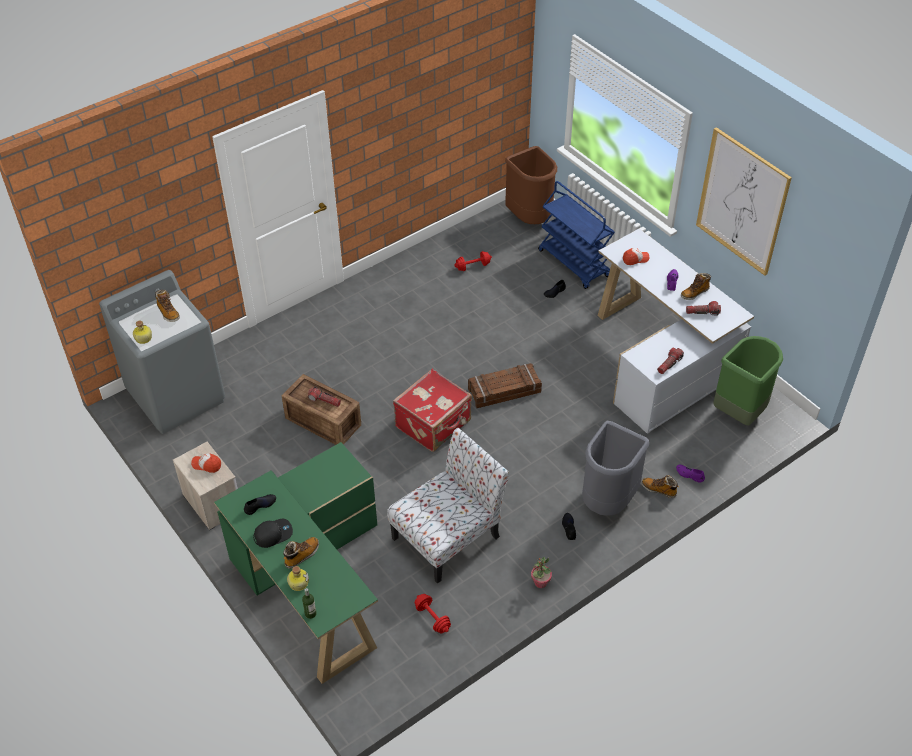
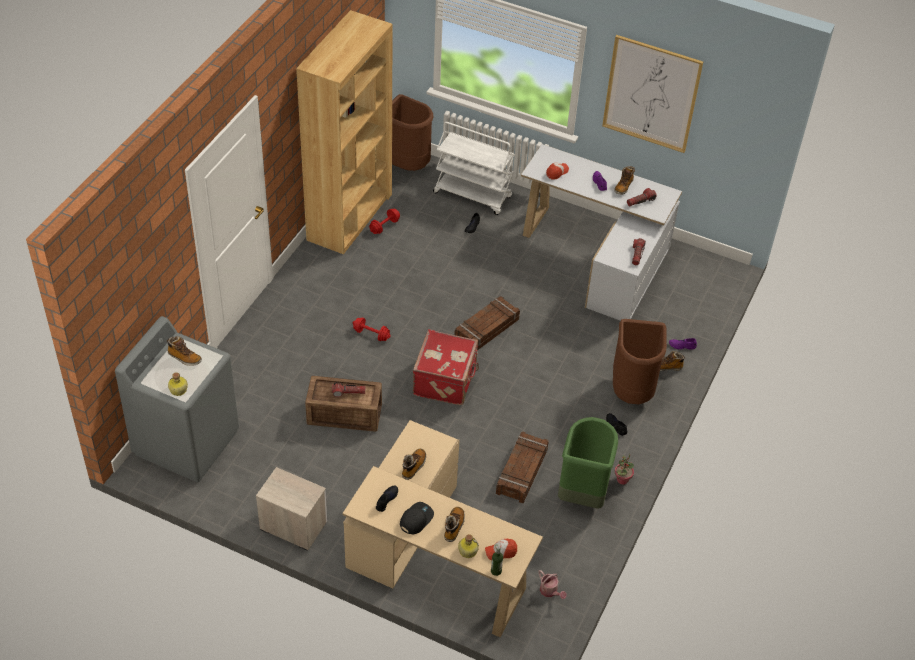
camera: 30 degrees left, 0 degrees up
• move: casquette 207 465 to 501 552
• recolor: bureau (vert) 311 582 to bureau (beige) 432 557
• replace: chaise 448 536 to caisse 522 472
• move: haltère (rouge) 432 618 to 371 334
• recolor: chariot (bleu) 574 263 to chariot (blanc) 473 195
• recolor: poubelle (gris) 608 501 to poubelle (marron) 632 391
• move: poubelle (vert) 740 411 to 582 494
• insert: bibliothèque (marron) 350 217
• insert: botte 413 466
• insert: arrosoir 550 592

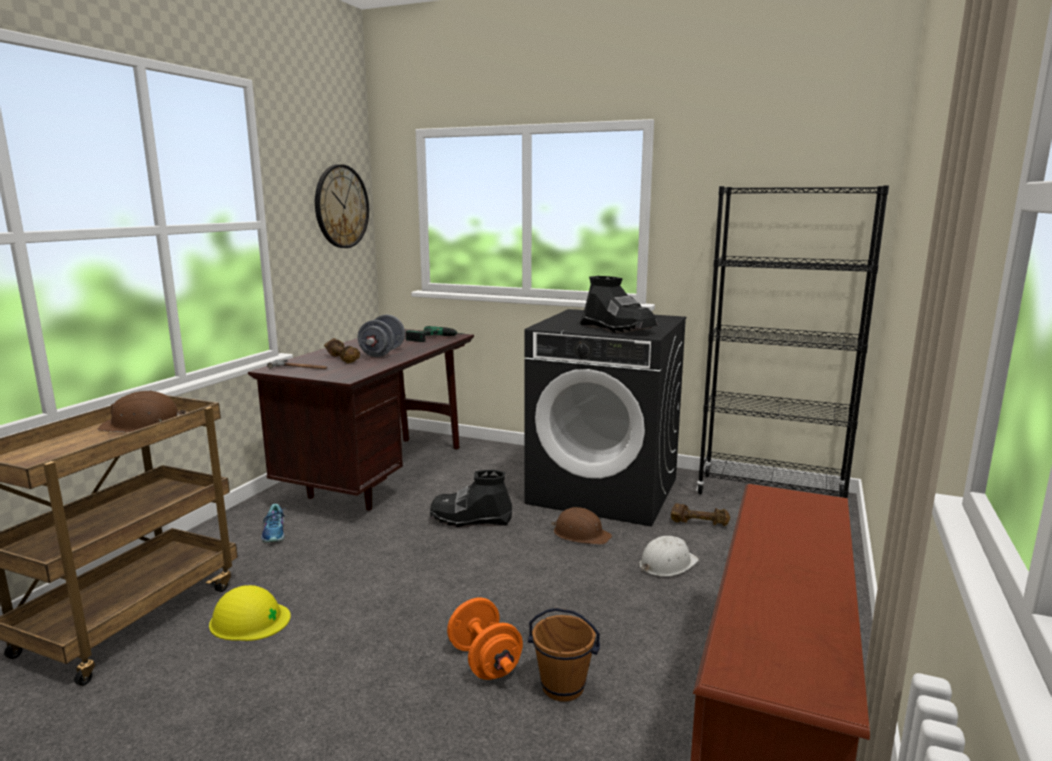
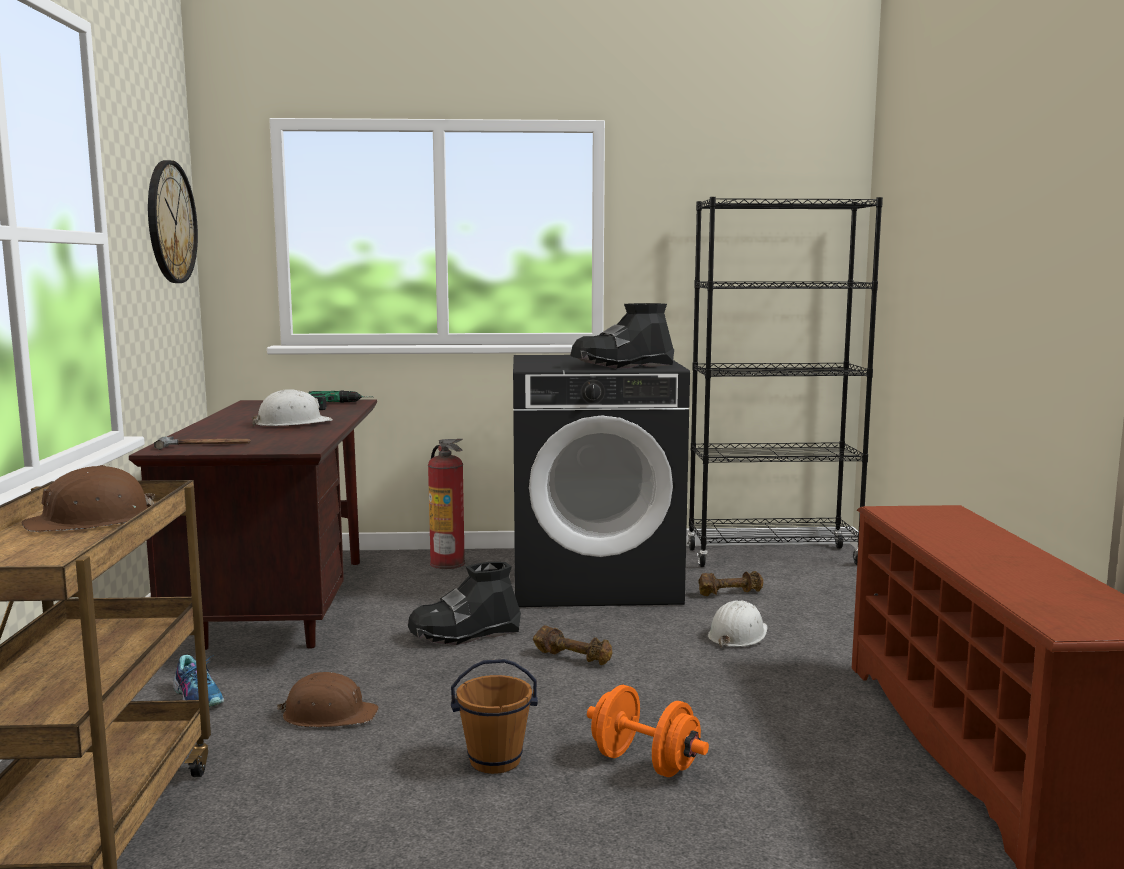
camera: 25 degrees left, 5 degrees down
• delete: casque de chantier (jaune) 249 620
• move: haltère (marron) 343 359 to 573 657
• replace: haltère (gris) 382 353 to casque de chantier (blanc) 292 423
• move: seau (marron) 563 686 to 495 760
• move: casque de chantier (marron) 581 534 to 329 715
• rotate: botte (noir) 618 329 = 622 366 135 degrees clockwise
• insert: extincteur 448 563

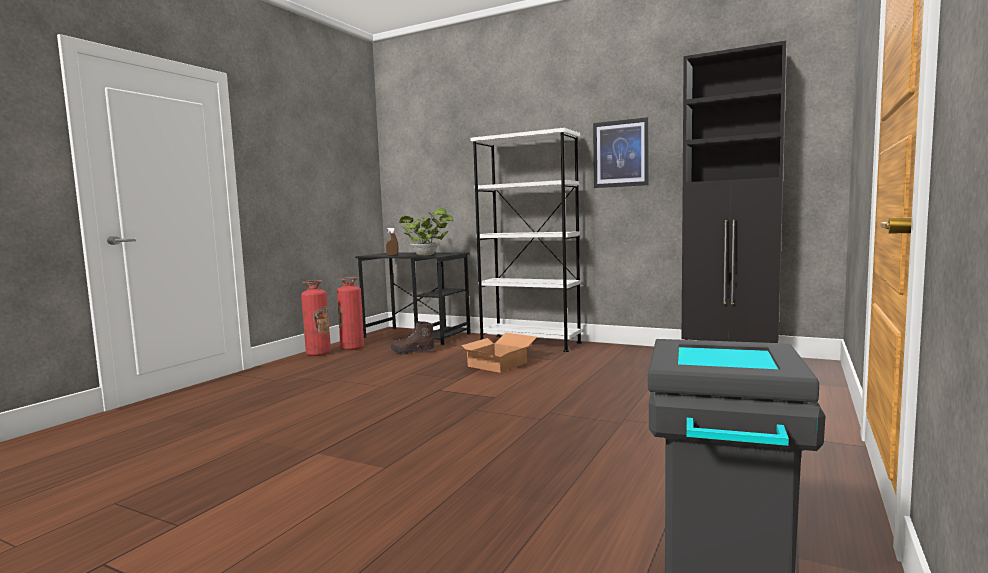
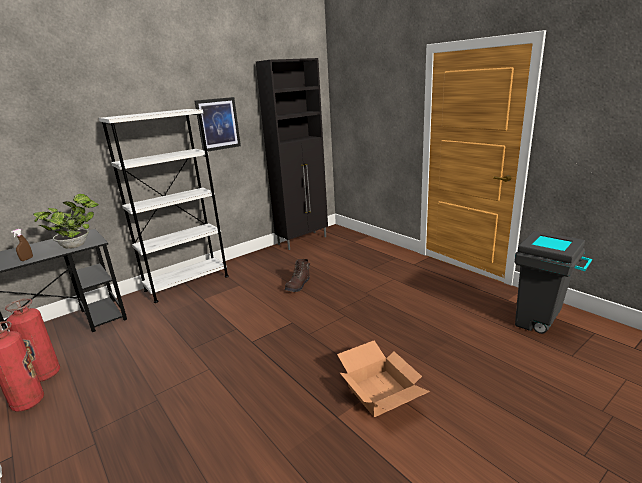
camera: 65 degrees left, 15 degrees up
• move: botte (marron) 412 351 to 298 286
• move: carton 497 365 to 381 392

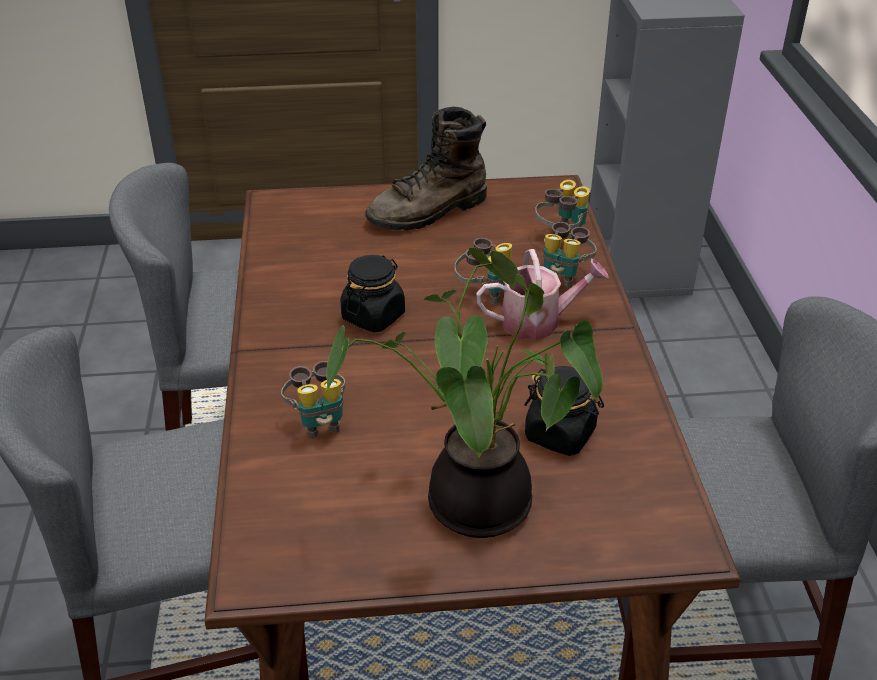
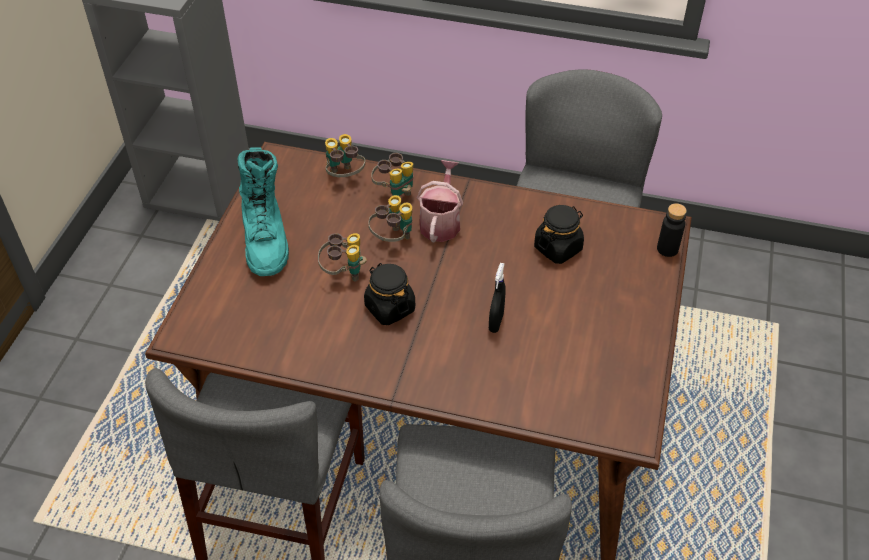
camera: 70 degrees left, 10 degrees up
• move: jumelles 319 422 to 343 273
• delete: plante en pot 470 507
• recolor: botte (marron) 429 212 to botte (turquoise) 266 239
• insert: vaporisateur (noir) 496 322
• insert: bouteille (noir) 667 249

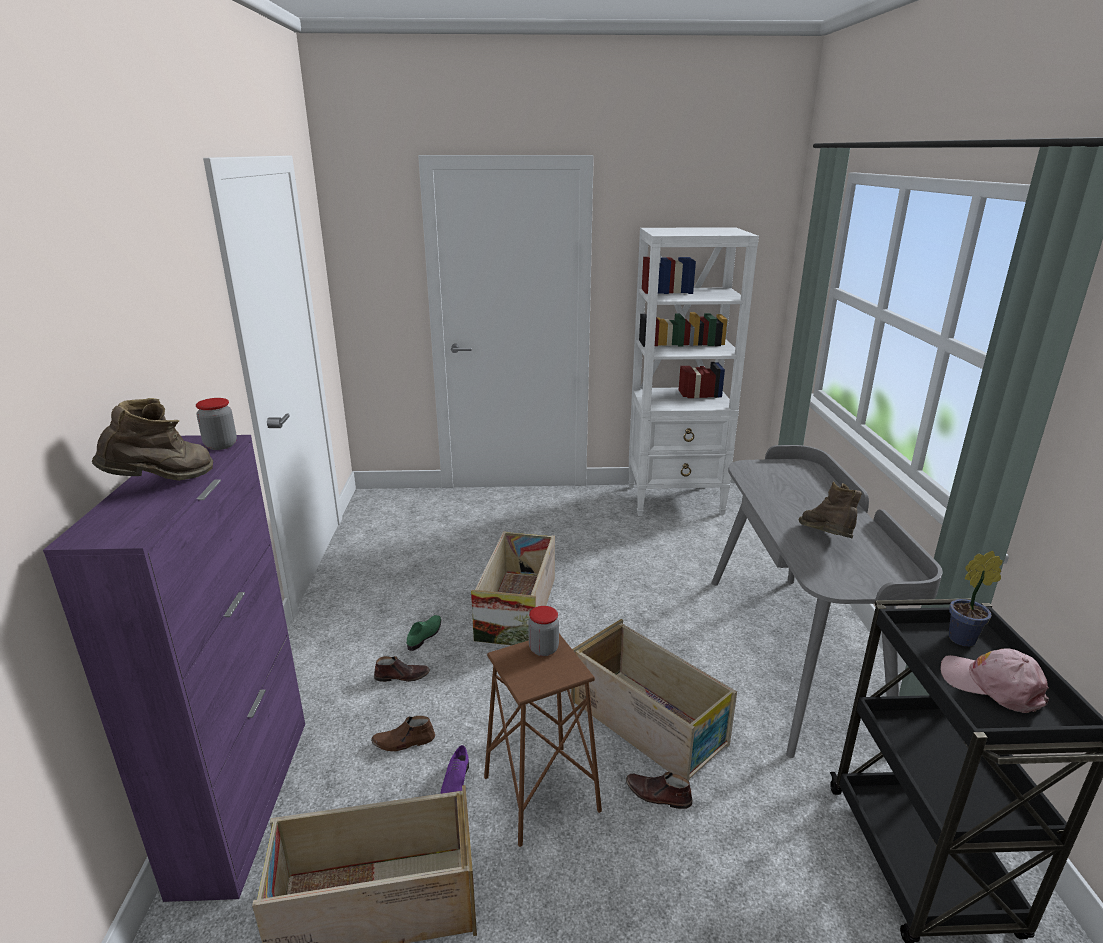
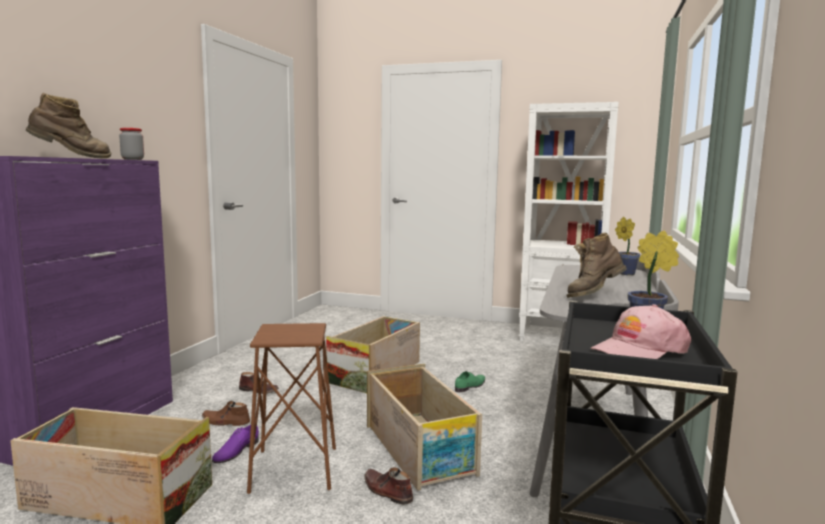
camera: 20 degrees right, 15 degrees down
• move: chaussure (vert) 425 635 to 470 386
• delete: bocal 543 649
• rotate: botte (marron) 826 541 = 593 296 135 degrees counterclockwise
• rotate: casquette (rose) 992 685 = 638 350 90 degrees counterclockwise
• insert: plante en pot 625 273

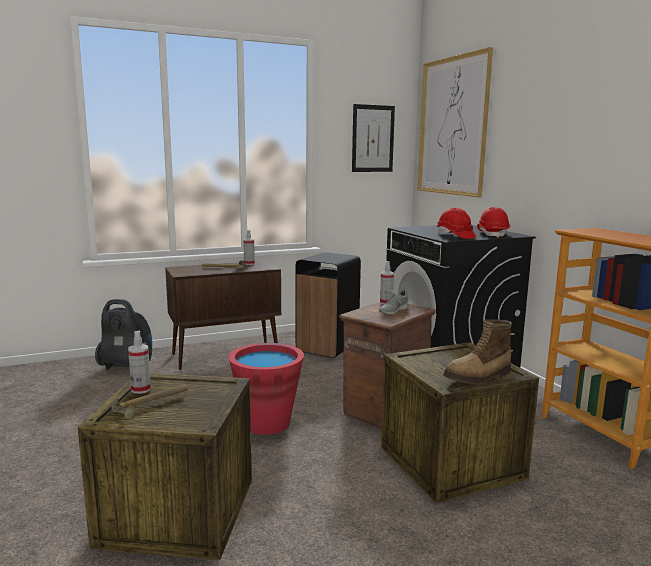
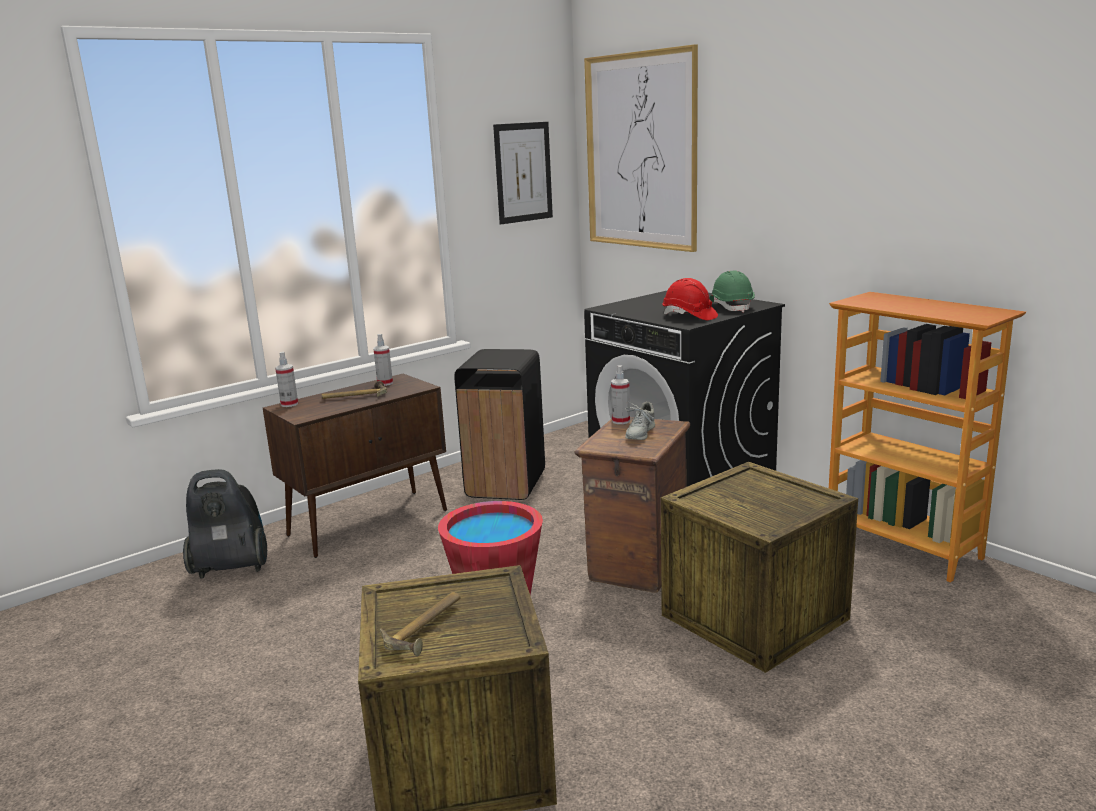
camera: 15 degrees left, 5 degrees up
• move: vaporisateur 141 389 to 289 404
• delete: botte 479 377
• recolor: casque de chantier (rouge) 492 234 to casque de chantier (vert) 731 307

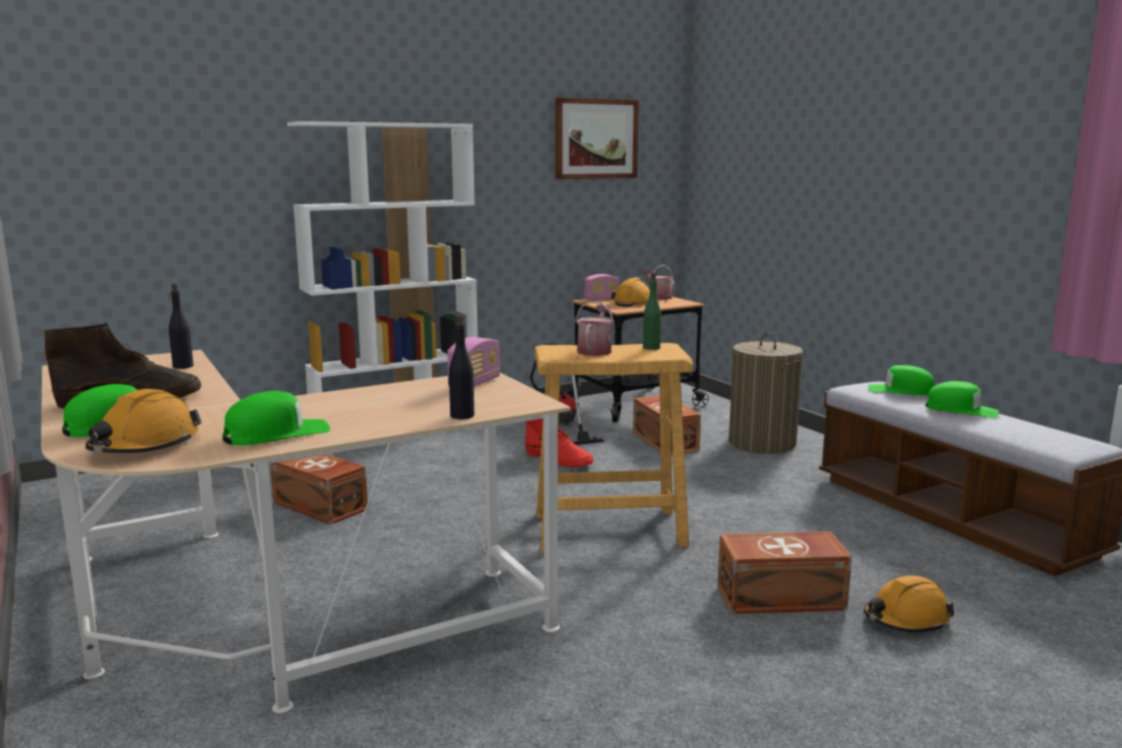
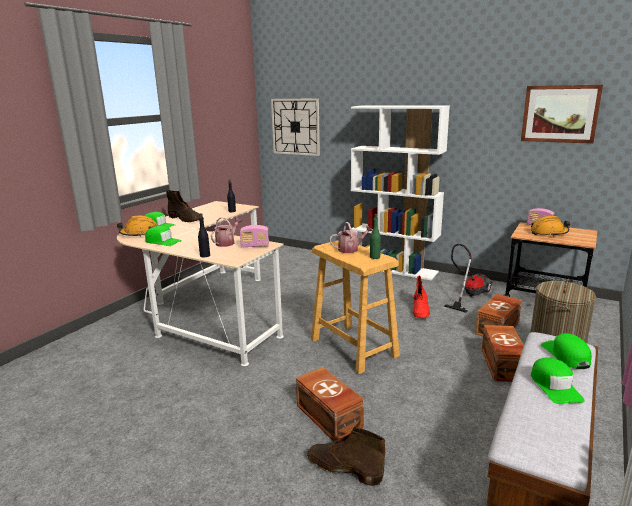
camera: 60 degrees right, 5 degrees up
• move: boîte de rangement (marron) 319 506 to 501 365
• move: arrosoir 659 297 to 227 243
• replace: casque de chantier (orange) 906 619 to botte (marron) 343 468
• insert: horloge murale 295 126

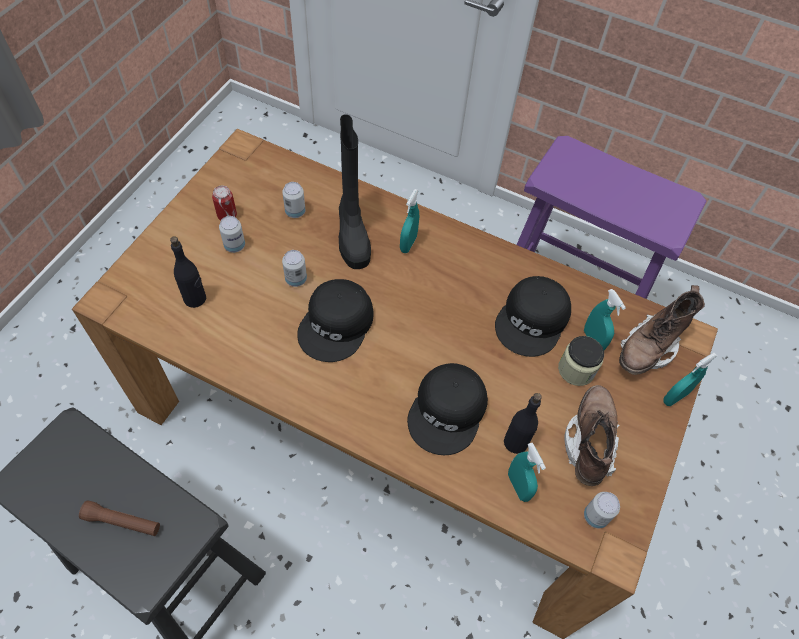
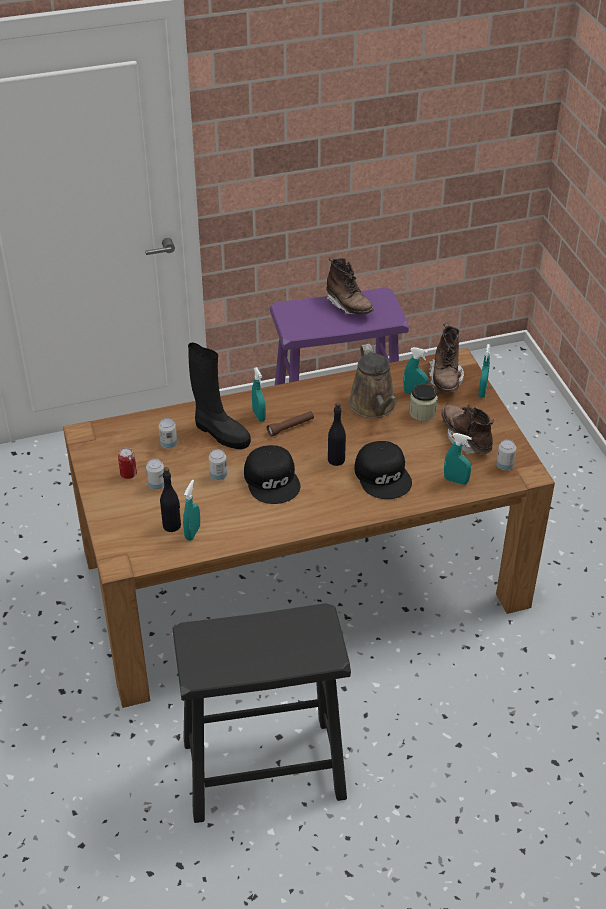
camera: 40 degrees left, 15 degrees down
• move: lampe de poche (marron) 122 522 to 290 427
• replace: casquette (noir) 533 321 to arrosoir (marron) 374 406
• move: bouteille (noir) 516 442 to 336 460
• insert: vaporisateur (turquoise) 192 533
• insert: botte (marron) 348 306

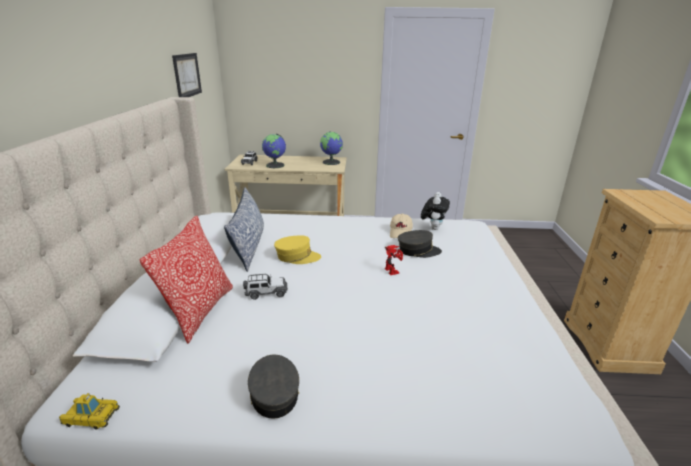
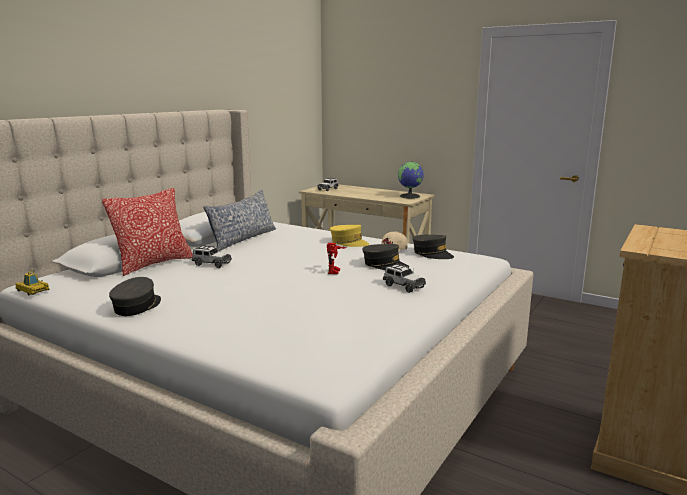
camera: 30 degrees right, 10 degrees down
• delete: tableau 187 75
• delete: globe 275 165
• move: casquette (jaune) 297 257 to 349 242
• replace: peluche 433 228 to casquette (gris) 432 254
• insert: petite voiture 403 286

